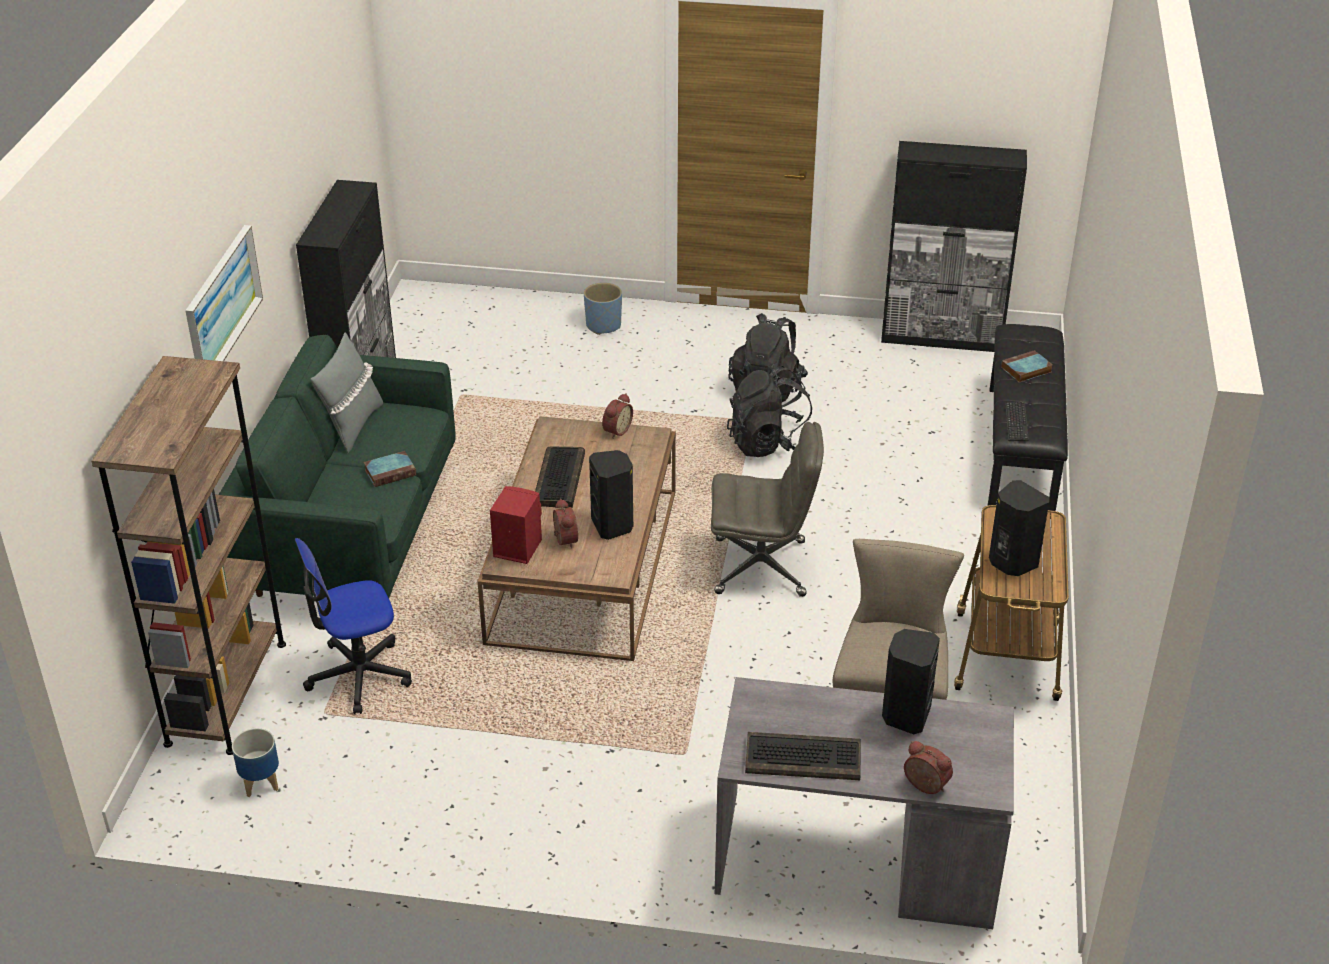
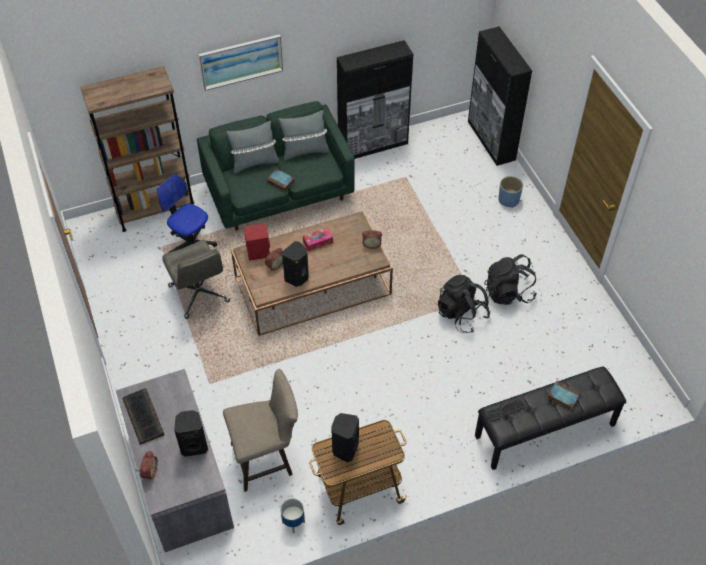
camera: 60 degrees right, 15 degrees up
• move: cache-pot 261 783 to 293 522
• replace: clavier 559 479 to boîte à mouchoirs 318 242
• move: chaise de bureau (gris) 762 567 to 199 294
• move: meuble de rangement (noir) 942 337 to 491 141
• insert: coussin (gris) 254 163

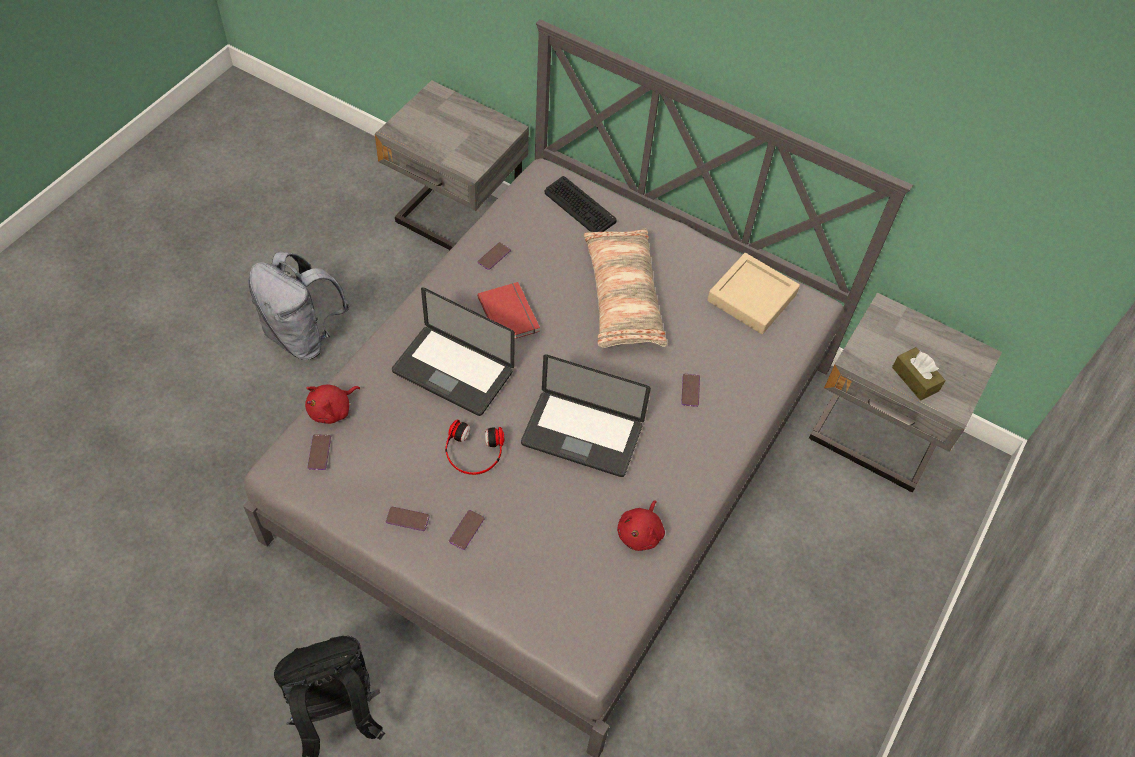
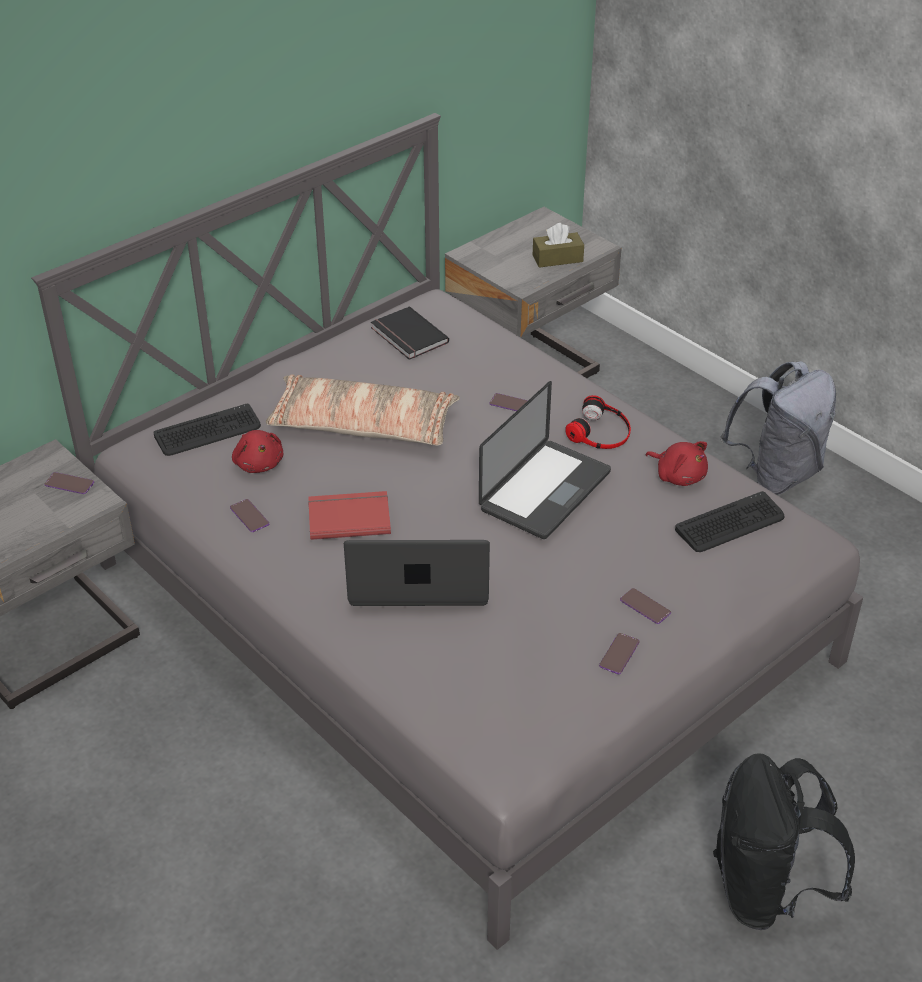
camera: 70 degrees left, 15 degrees down
• move: sac à dos (gris) 304 336 to 775 474
• move: peluche (rouge) 332 410 to 258 463
• move: téléphone 319 452 to 69 484
• rotate: ordinateur portable 453 371 = 419 579 135 degrees counterclockwise
• move: casque audio 473 452 to 600 432
• replace: plateau (beige) 751 297 to livre (noir) 407 336
• insert: clavier 730 524

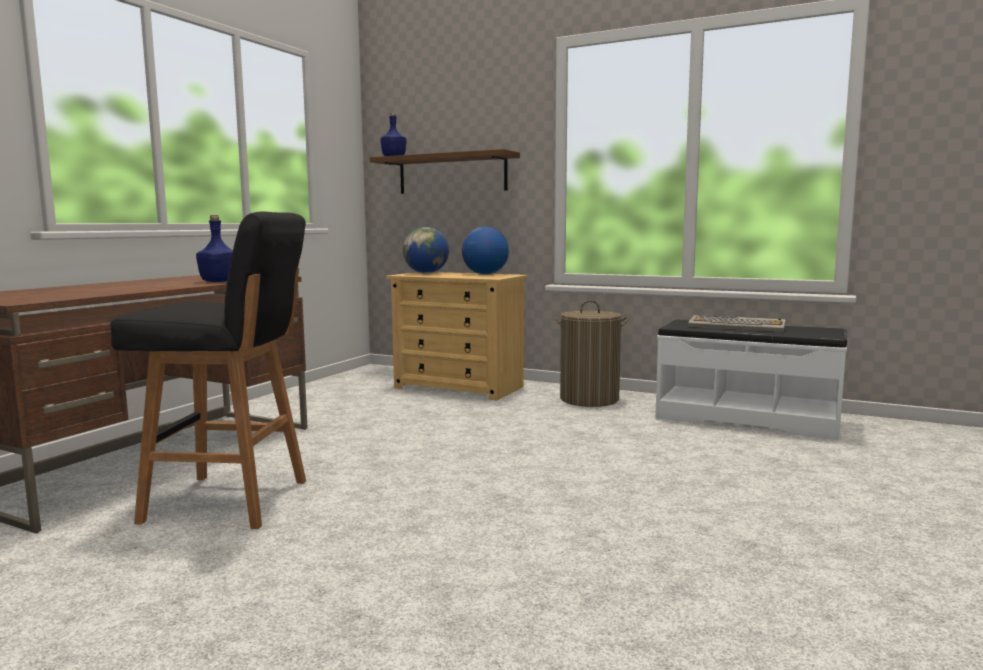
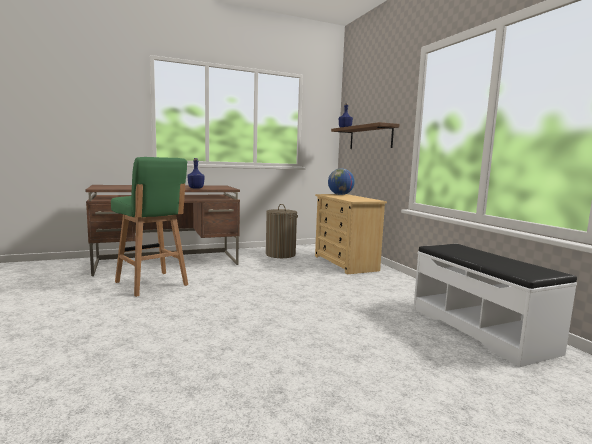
camera: 40 degrees right, 0 degrees up
• recolor: tabouret (noir) 231 501 to tabouret (vert) 152 284
• delete: globe 485 274
• move: panier à linge 589 399 to 280 254
• delete: clavier 737 326

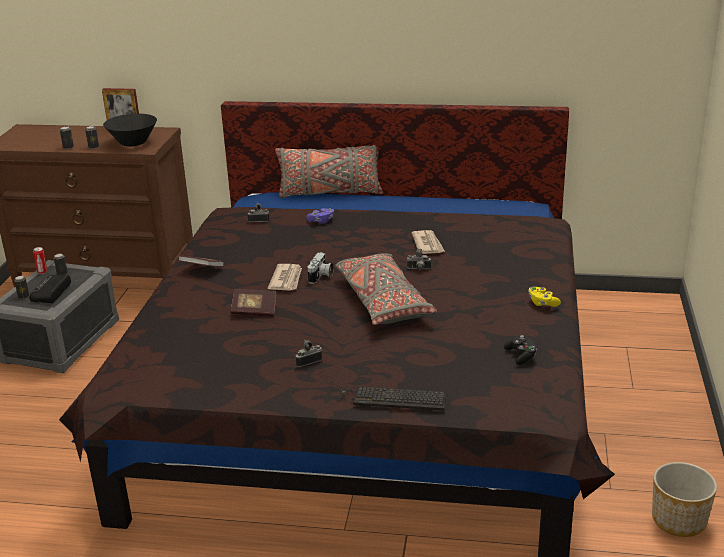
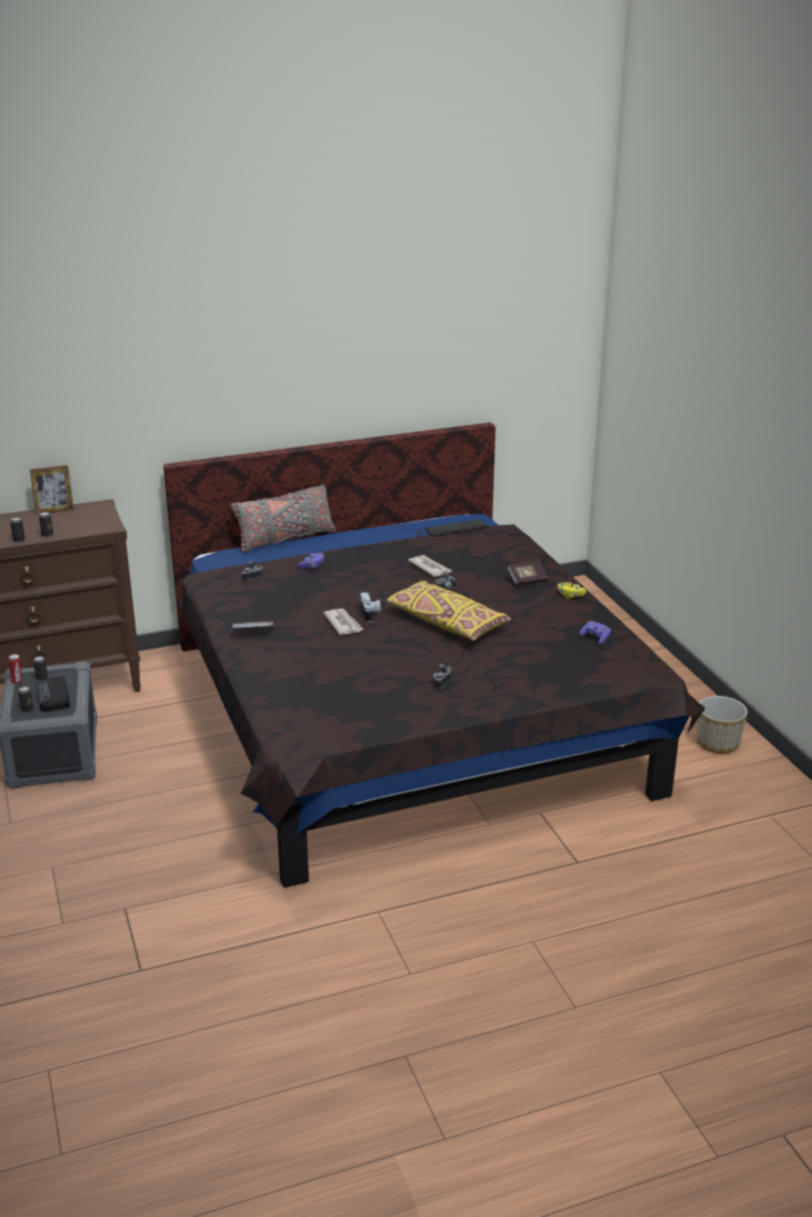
camera: 30 degrees left, 0 degrees up
• delete: bol (noir) 133 143
• move: livre 254 311 to 527 580
• move: clavier 388 397 to 448 529
• recolor: coussin (gris) 383 301 to coussin (jaune) 446 622
• recolor: manette (noir) 521 356 to manette (violet) 595 638

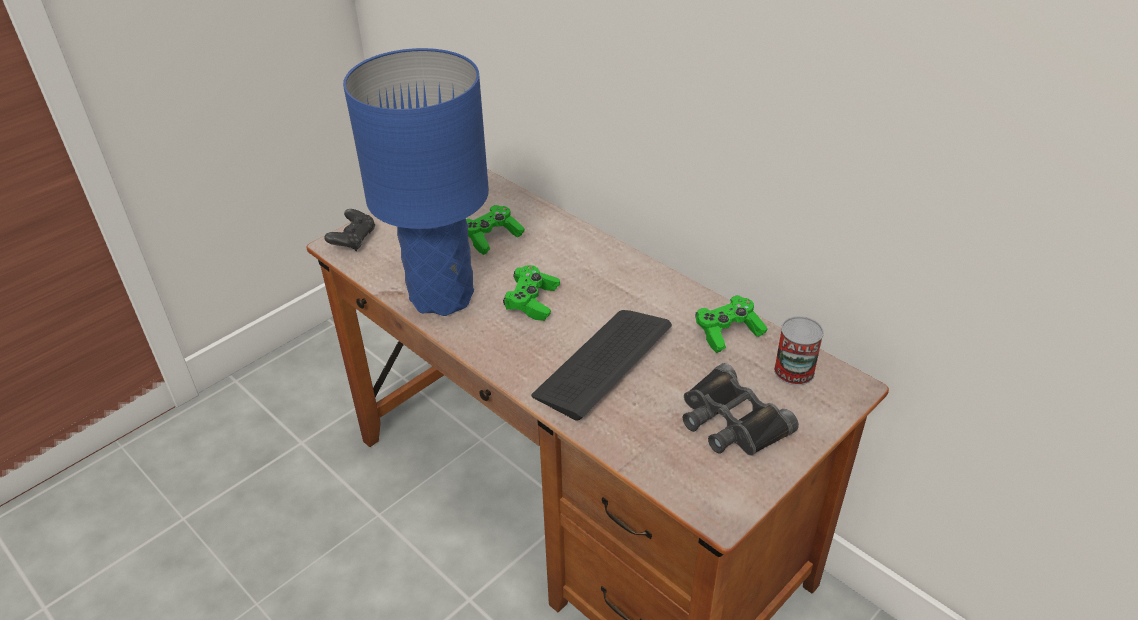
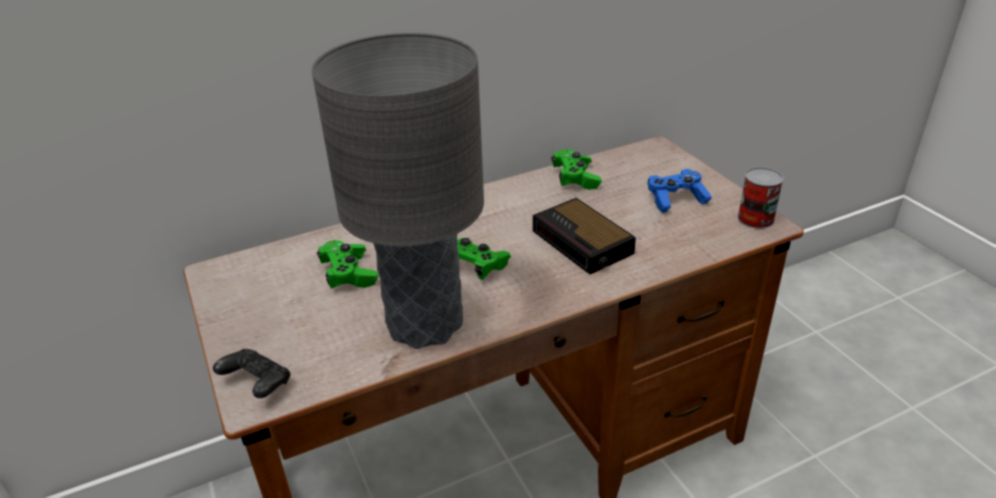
camera: 70 degrees left, 5 degrees down
• recolor: lampe de table (bleu) 442 296 to lampe de table (gris) 426 324
• replace: clavier 603 363 to réveil 583 243
• replace: jumelles (noir) 730 421 to manette (bleu) 676 199
• move: boîte métallique 794 371 to 755 219

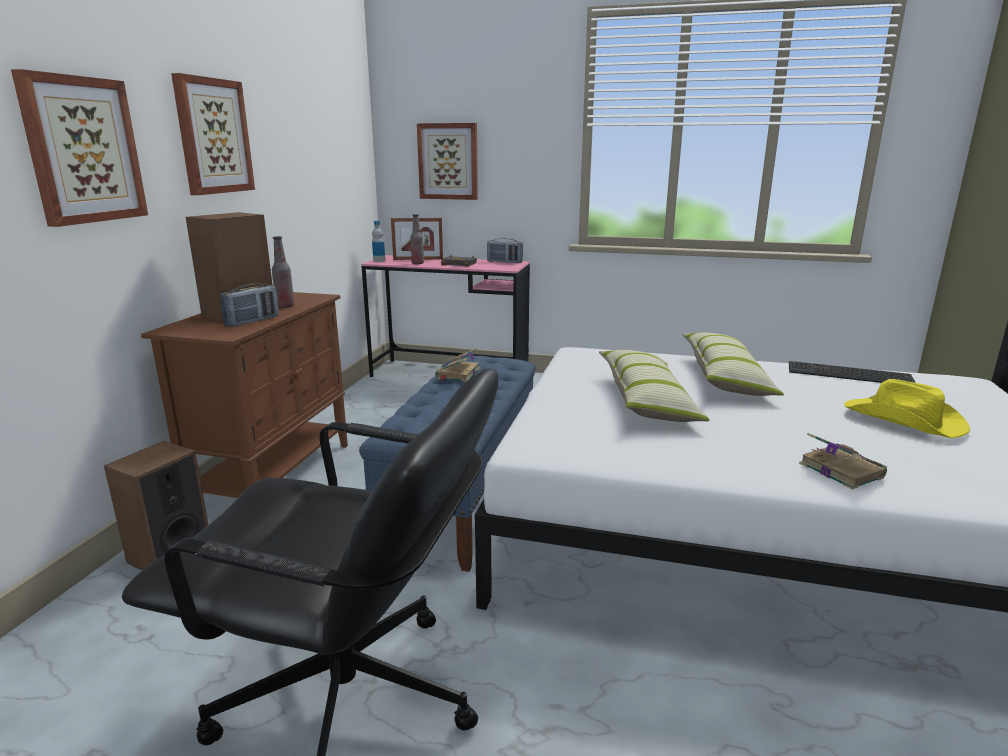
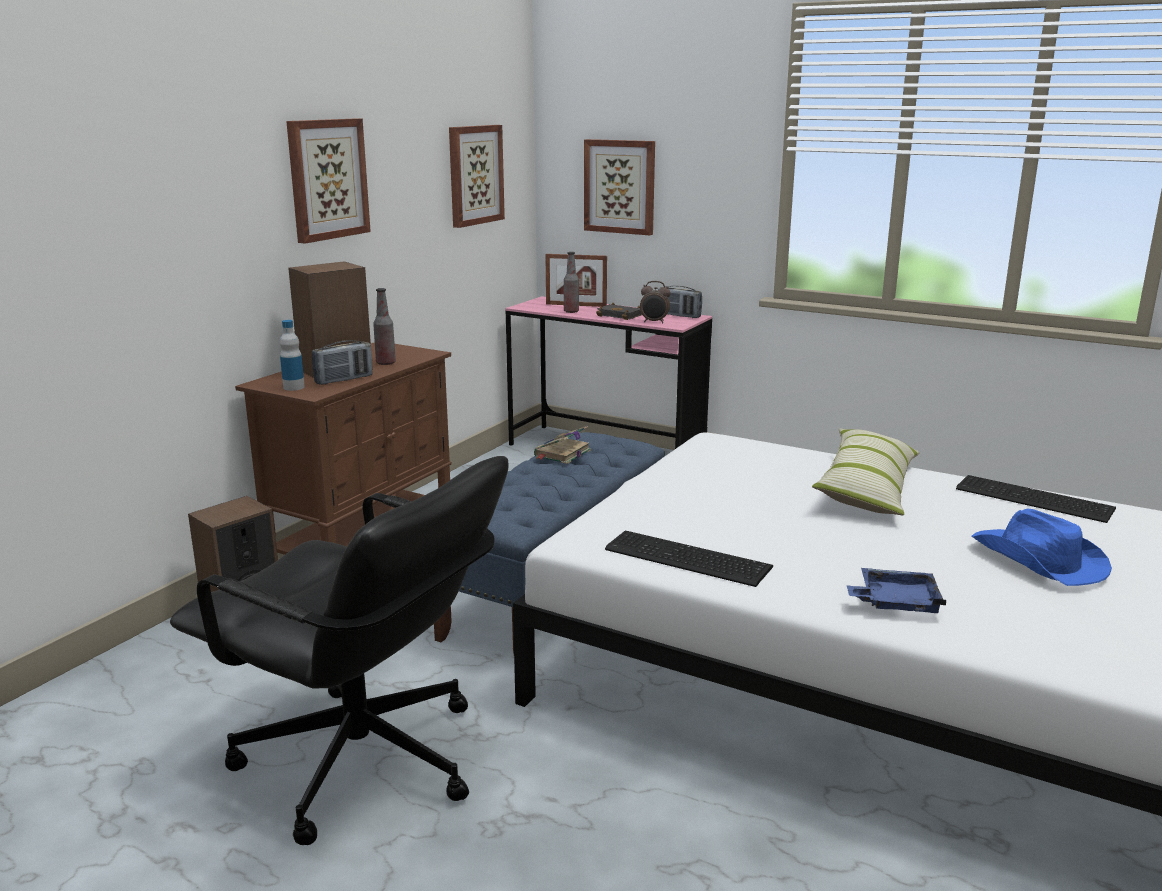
camera: 15 degrees right, 0 degrees up
• move: tableau 82 150 to 474 175
• move: bouteille 379 260 to 294 387
• delete: coussin 647 400
• replace: livre 839 469 to plateau (bleu) 895 602
• recolor: chapeau (jaune) 904 420 to chapeau (bleu) 1038 560
• insert: clavier 688 560
• insert: réveil 654 322

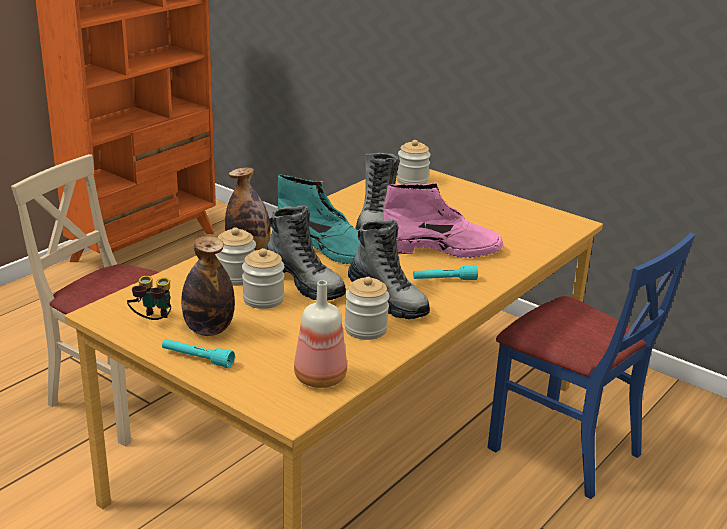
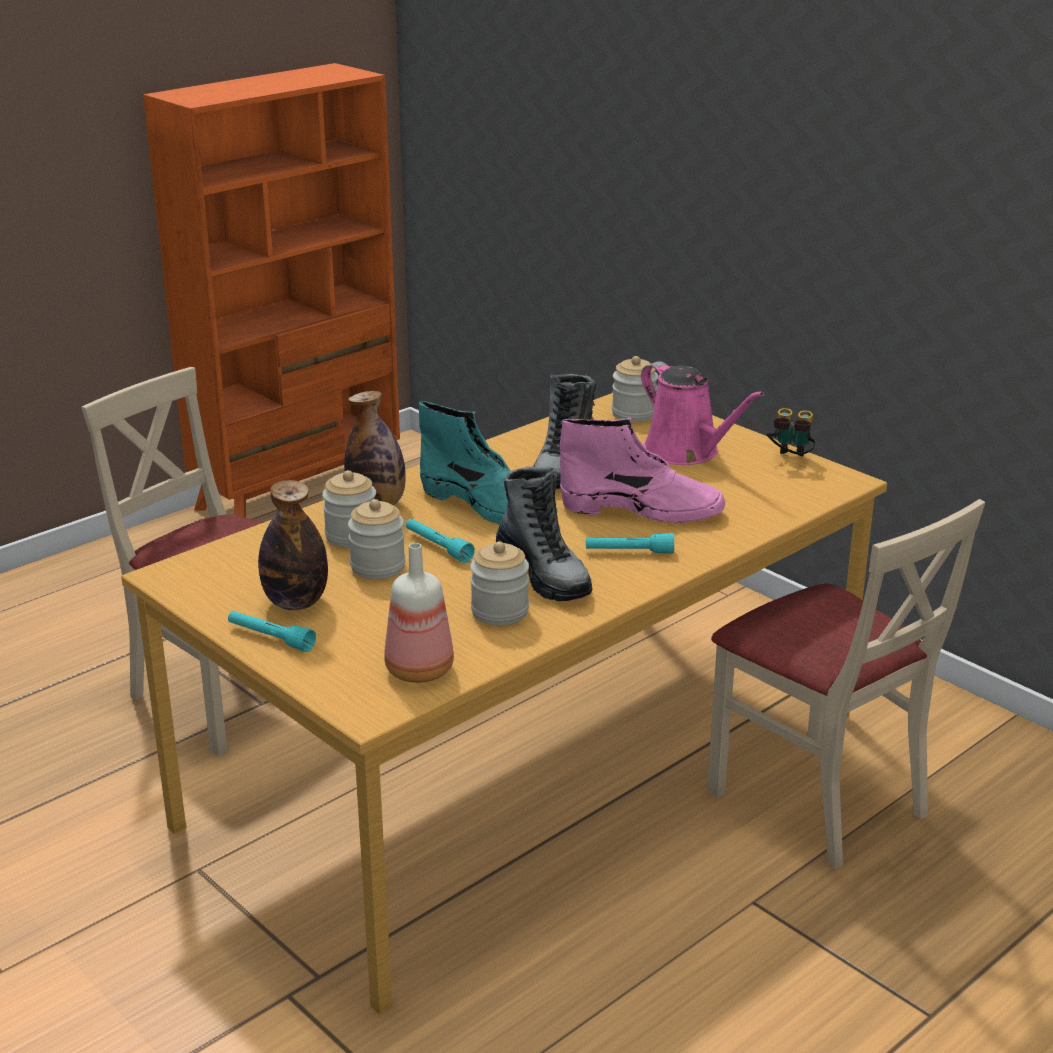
camera: 10 degrees right, 0 degrees up
• move: jumelles 152 322 to 789 460
• replace: botte 304 282 to lampe de poche (turquoise) 438 547
• recolor: chaise (bleu) 565 449 to chaise (beige) 819 800
• insert: arrosoir (rose) 686 452

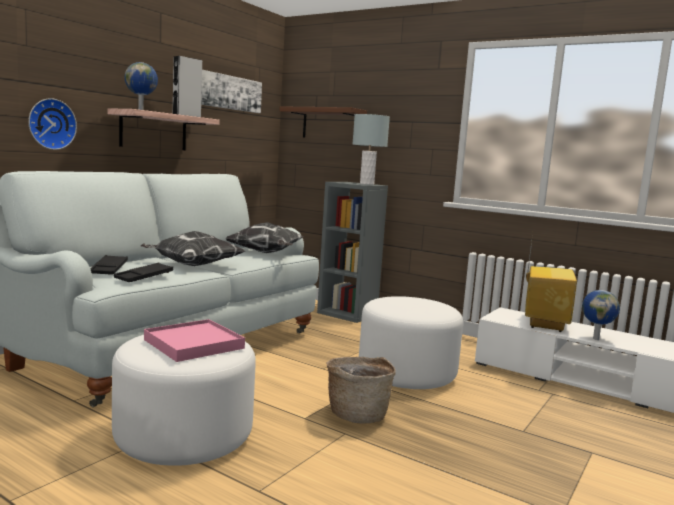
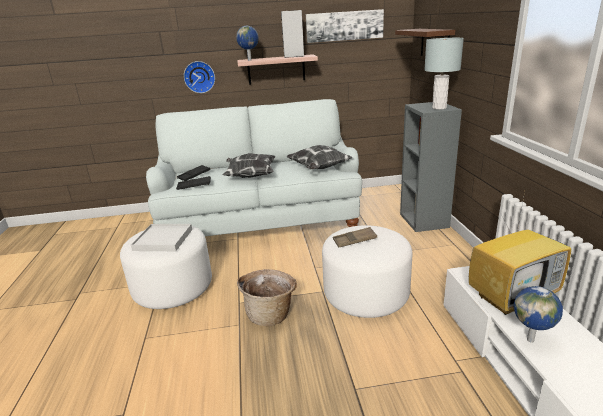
camera: 50 degrees right, 15 degrees up
• recolor: plateau (rose) 194 344 to plateau (blanc) 163 240
• insert: plateau (marron) 354 240

